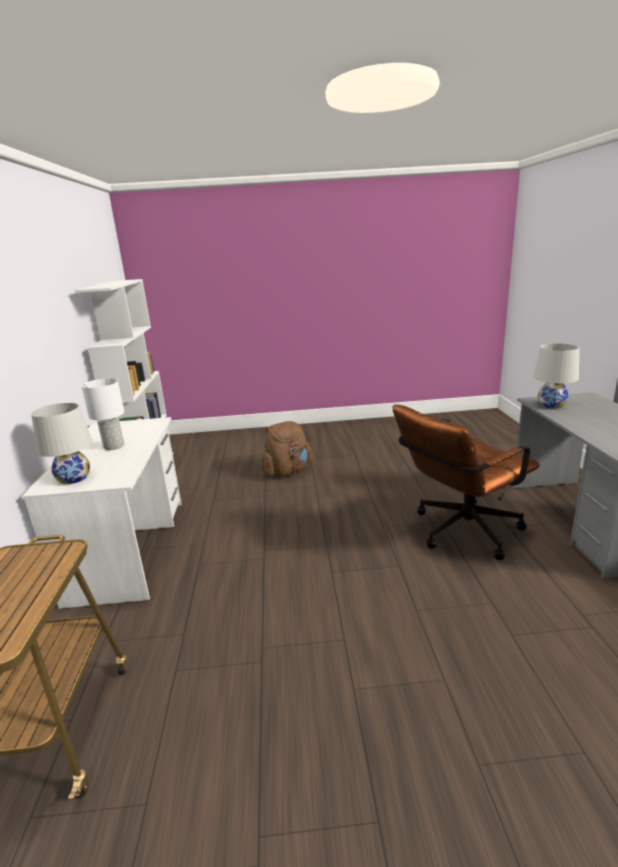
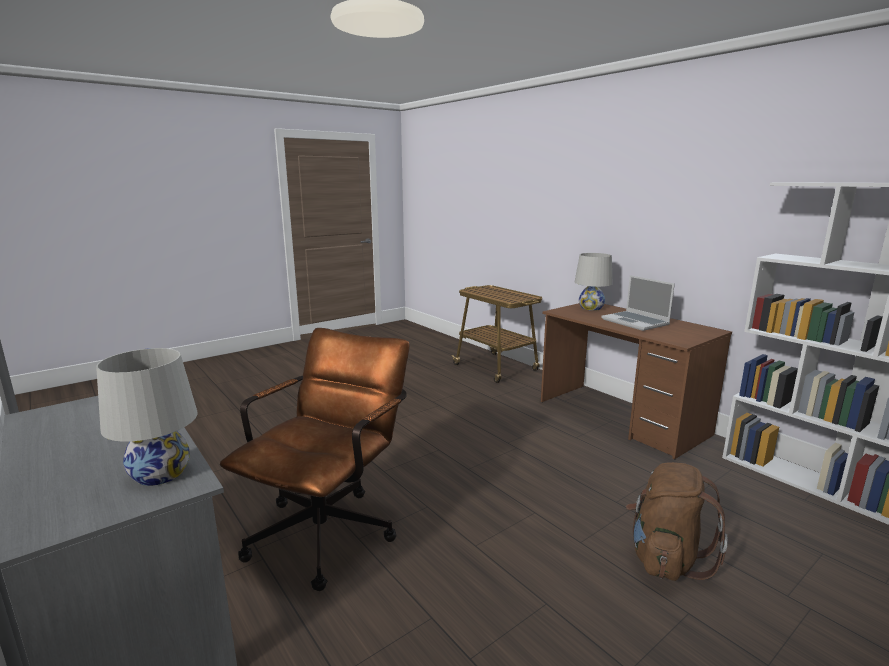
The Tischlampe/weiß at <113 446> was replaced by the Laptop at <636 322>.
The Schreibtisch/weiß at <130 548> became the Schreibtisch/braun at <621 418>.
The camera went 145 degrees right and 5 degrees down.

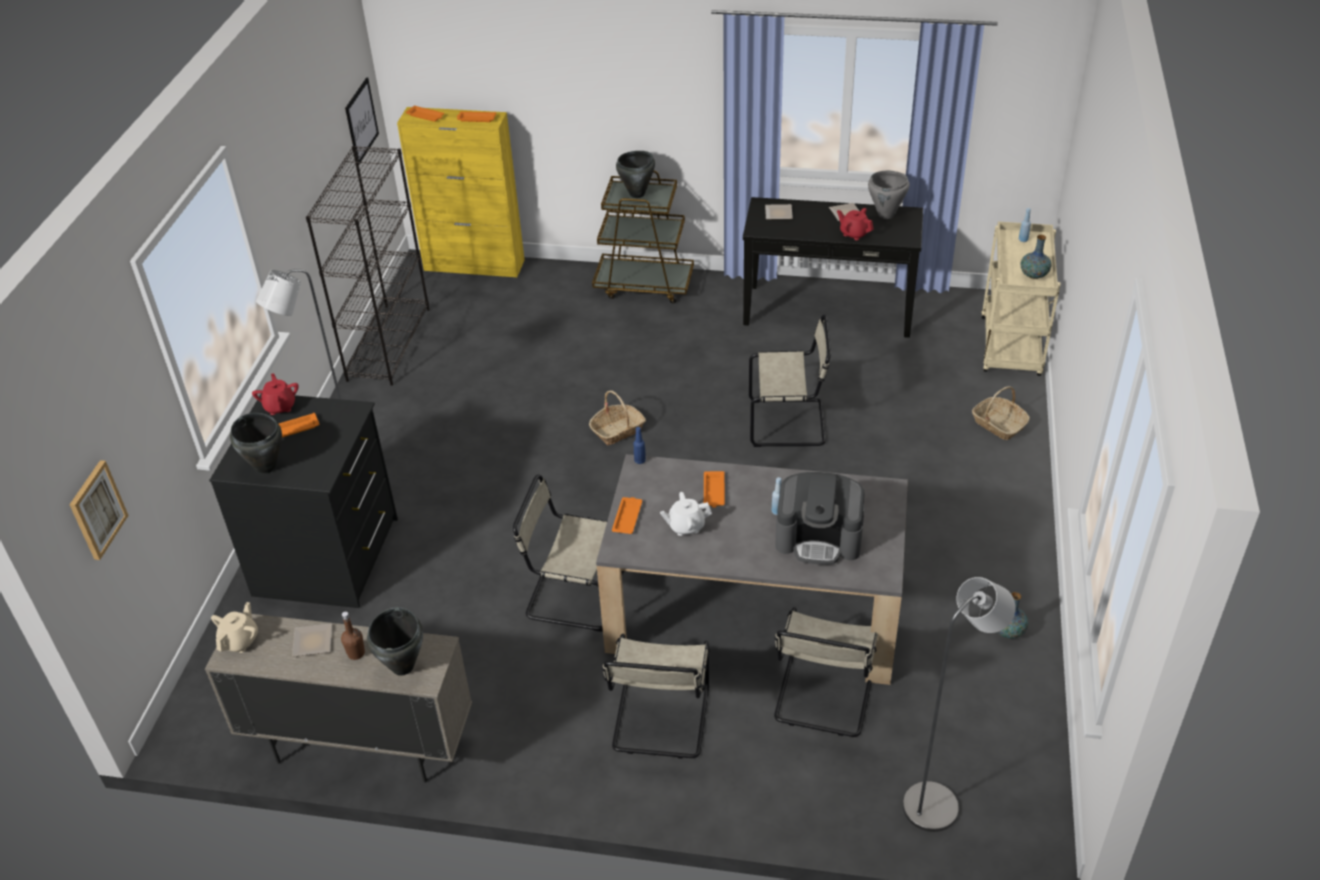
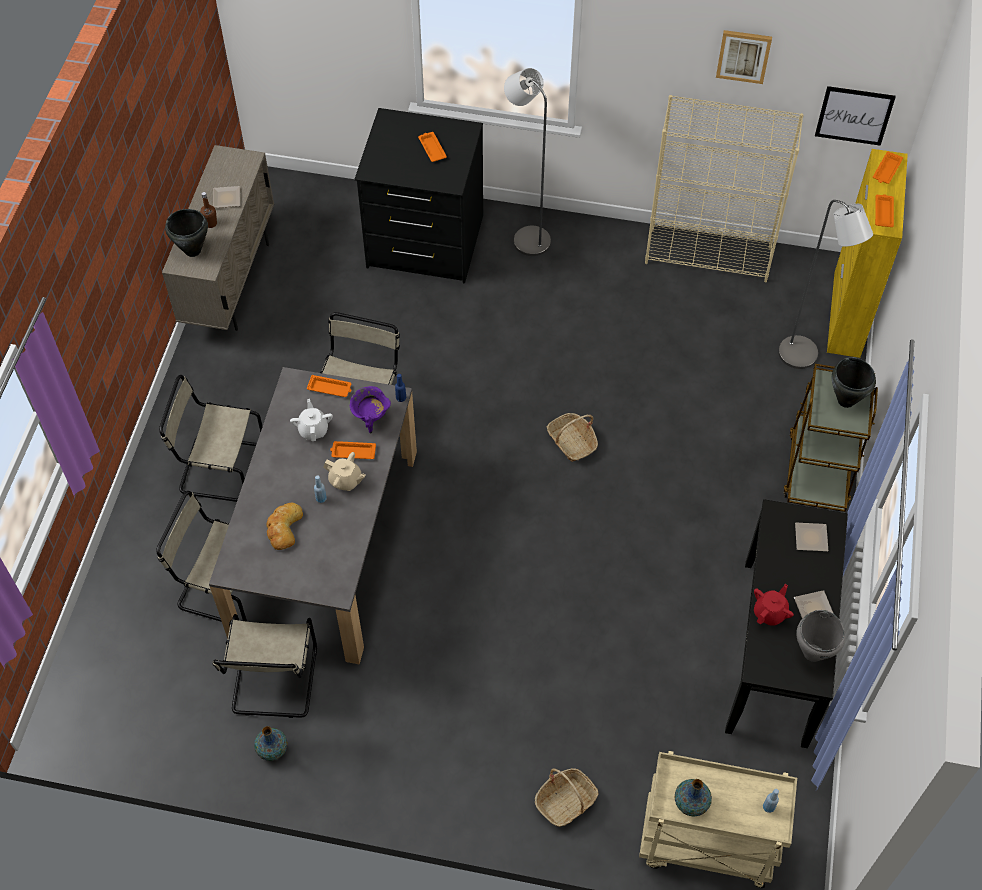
The Bücherregal/schwarz at <388 343> became the Bücherregal/beige at <709 255>.
The Stuhl/beige moved from <790 423> to <274 683>.
The Teekanne/rot at <280 406> disappeared.
The Kochtopf/schwarz at <266 466> disappeared.
The Bild moved from <97 510> to <743 55>.
The Kaffeemaschine at <819 538> was replaced by the Brot at <283 528>.
The Stehlampe/grau moved from <938 801> to <803 358>.
The Teekanne/beige moved from <240 641> to <345 480>.
The Kochtopf/lila at <371 418> appeared.
The camera went 90 degrees right and 15 degrees up.

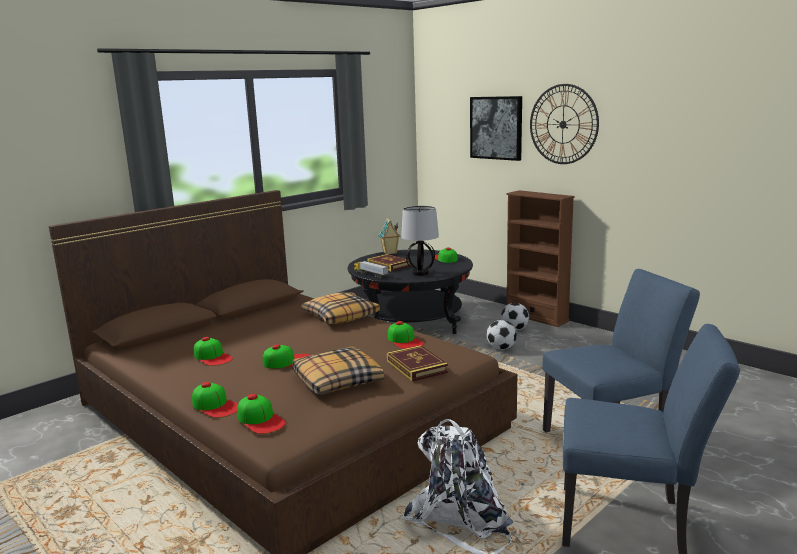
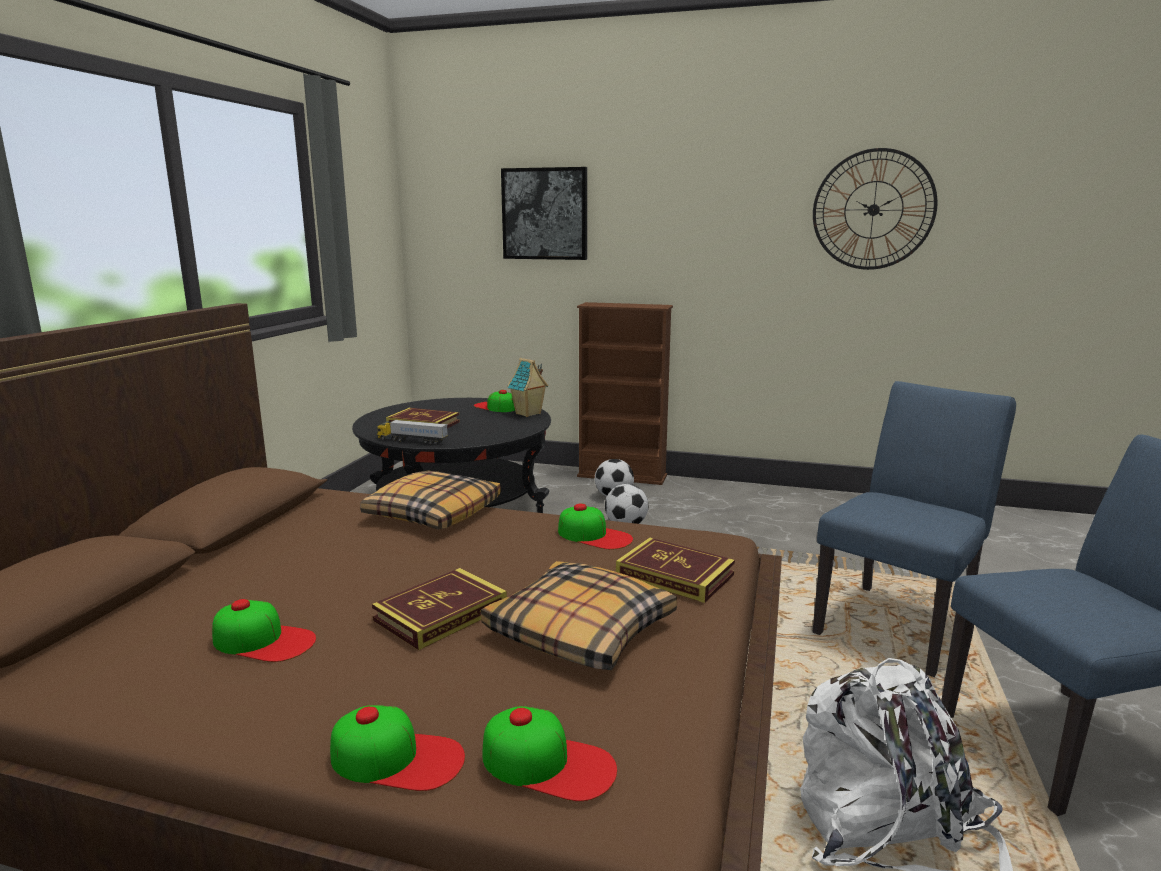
The Wanduhr moved from <563 124> to <873 210>.
The Tischlampe at <421 273> disappeared.
The Spielzeughaus moved from <389 253> to <528 414>.
The Kappe at <288 361> was replaced by the Buch at <441 614>.
The camera went 30 degrees left and 0 degrees up.

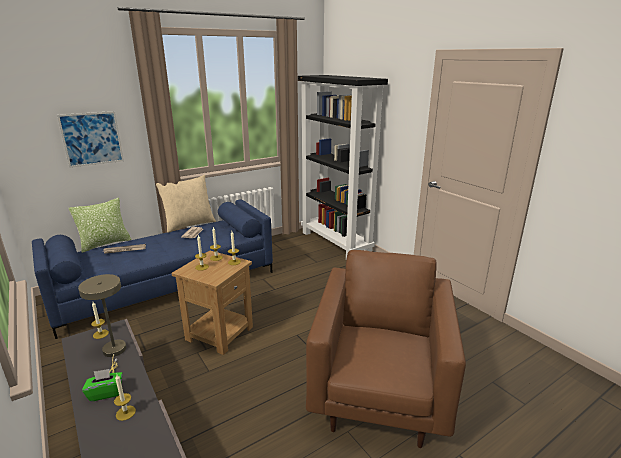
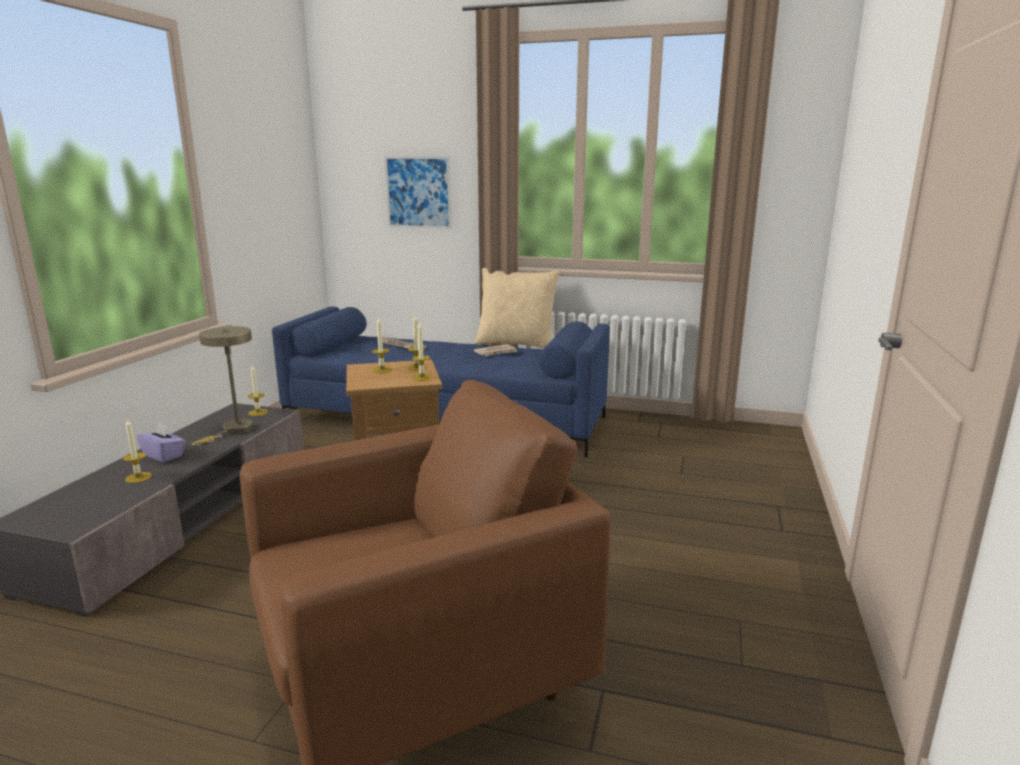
The Bücherregal/schwarz at <336 243> disappeared.
The Kissen at <105 244> disappeared.
The Taschentuchbox/grün at <106 392> became the Taschentuchbox/lila at <164 455>.
The camera went 50 degrees right and 5 degrees down.

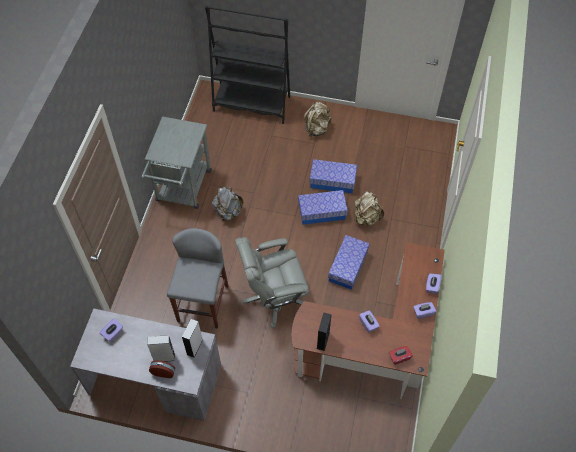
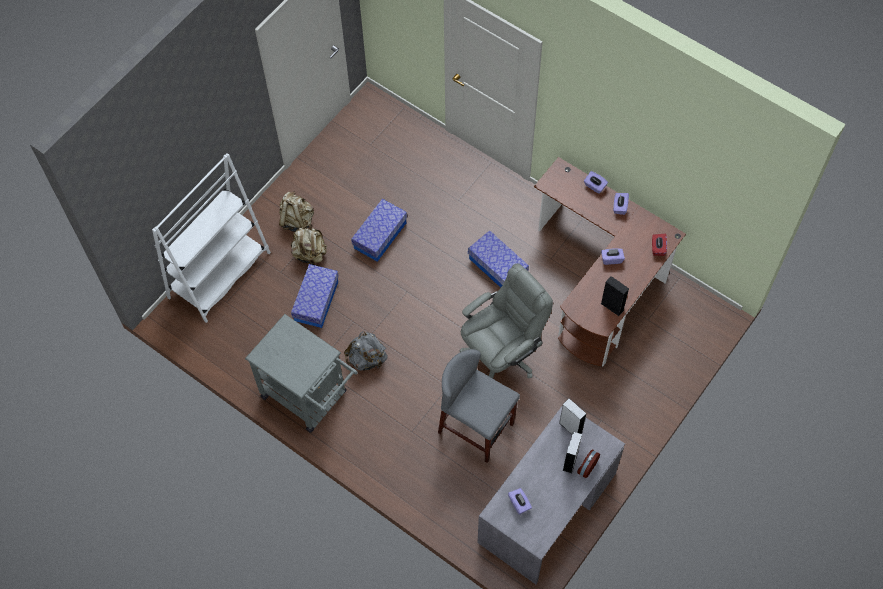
The Bücherregal/schwarz at <251 104> became the Bücherregal/weiß at <219 275>.
The Aufbewahrungsbox moved from <322 212> to <316 301>.
The Rucksack/beige moved from <366 217> to <310 254>.
The Bürostuhl/grau at <274 298> turned 135 degrees counterclockwise.
The camera went 65 degrees left and 5 degrees up.

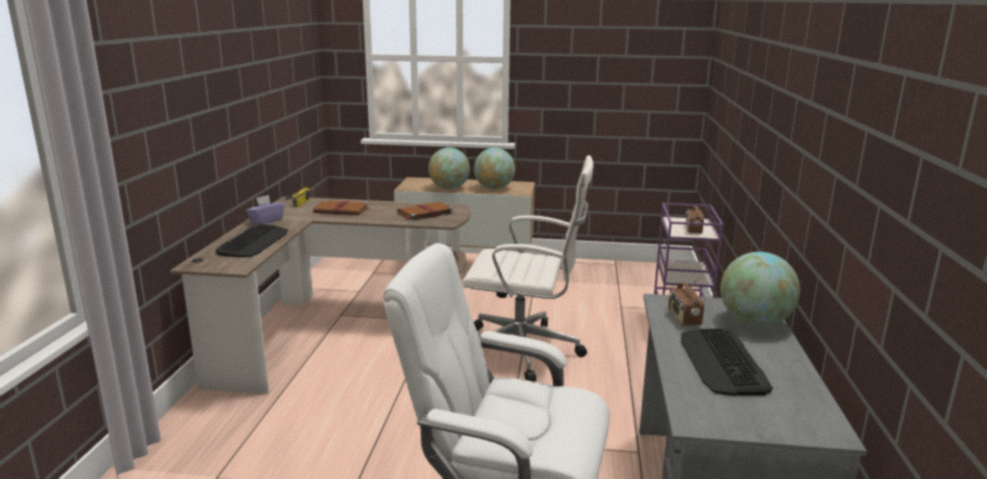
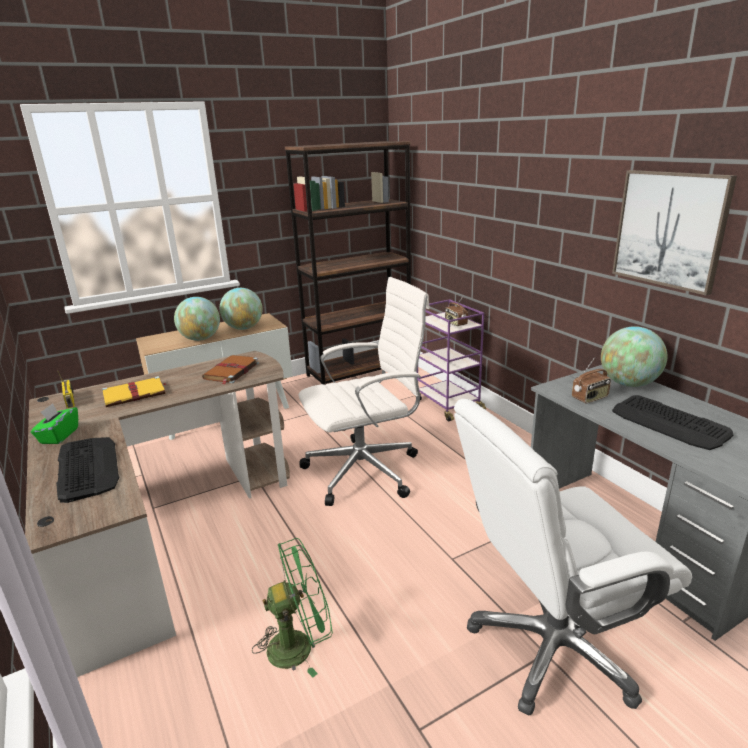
The Taschentuchbox/lila at <266 221> became the Taschentuchbox/grün at <59 436>.
The Buch/braun at <342 210> became the Buch/gelb at <135 394>.
The Radio at <683 319> turned 75 degrees counterclockwise.
The Bücherregal/braun at <359 371> appeared.
The Bild at <670 229> appeared.
The Ventilator/grün at <299 644> appeared.
The camera went 35 degrees left and 5 degrees up.

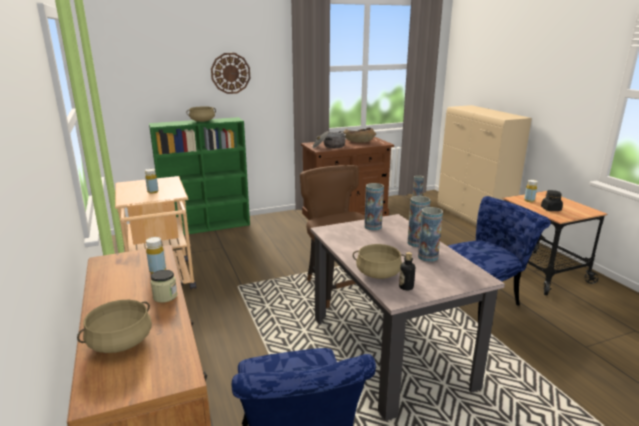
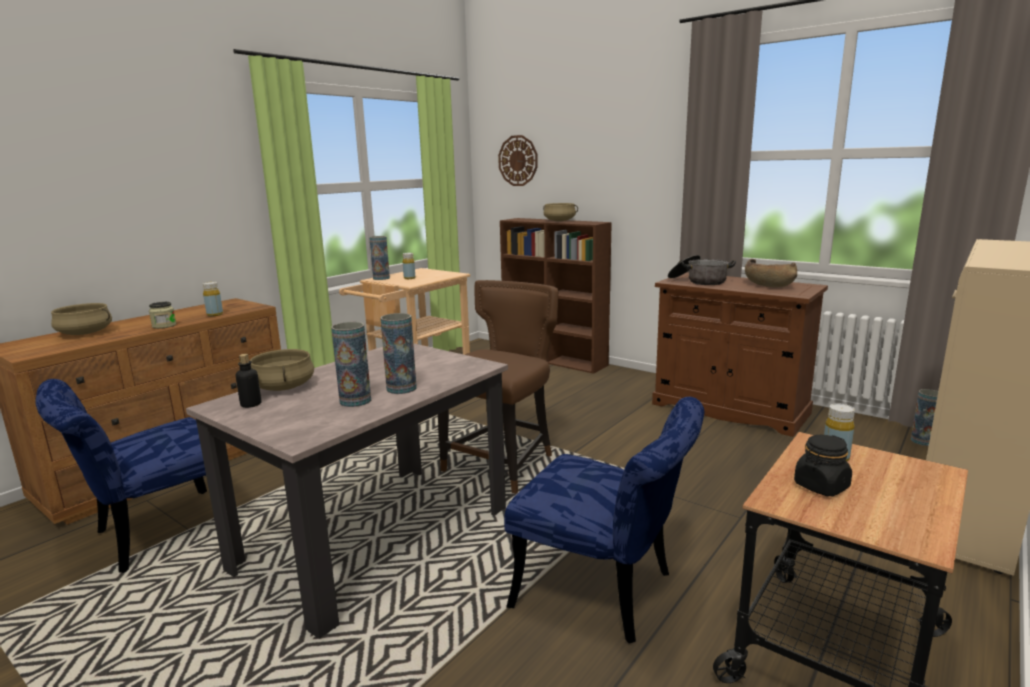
The Wanduhr moved from <230 73> to <518 160>.
The Bücherregal/grün at <207 227> became the Bücherregal/braun at <555 360>.
The Vase moved from <373 227> to <381 278>.
The camera went 60 degrees right and 5 degrees down.

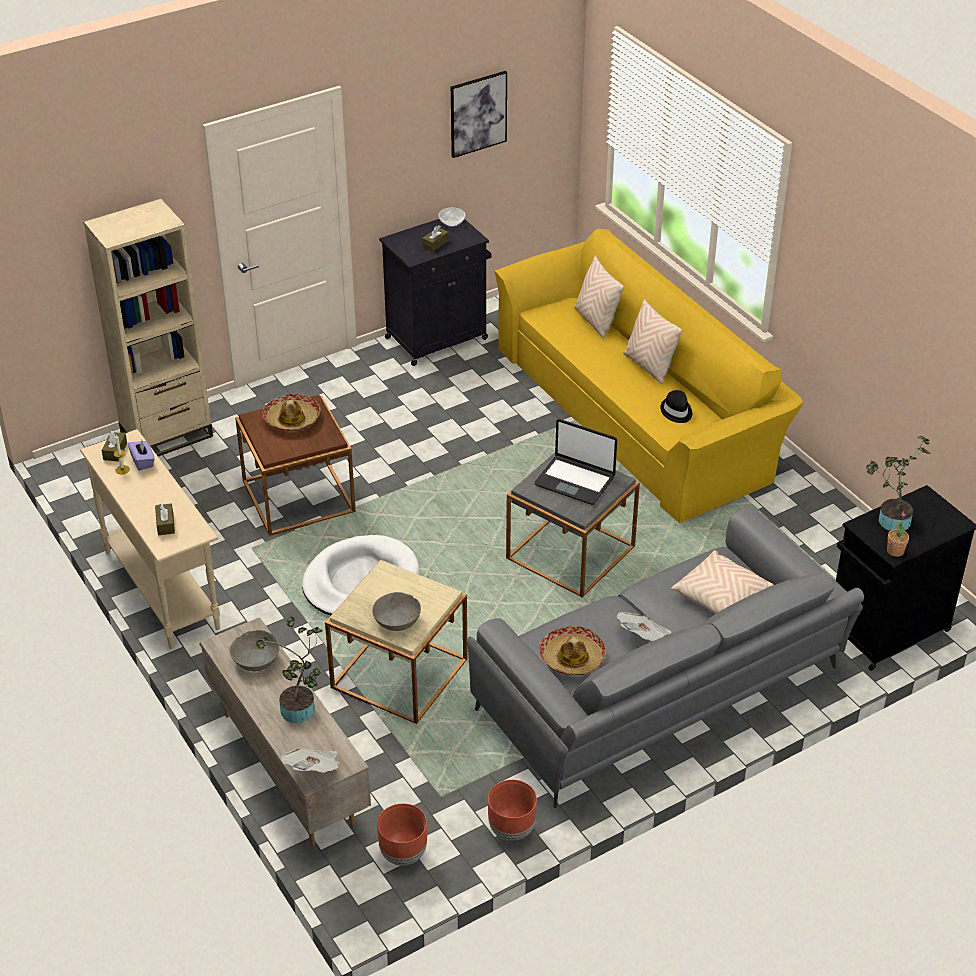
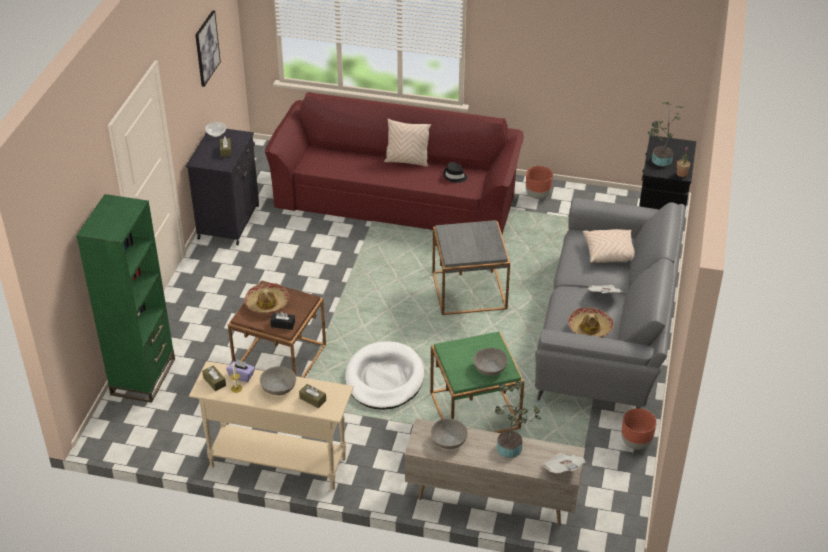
The Bücherregal/beige at <167 435> became the Bücherregal/grün at <143 376>.
The Sofa/gelb at <638 410> became the Sofa/rot at <397 196>.
The Kissen/beige at <596 321> disappeared.
The Laptop at <575 480> disappeared.
The Beistelltisch/beige at <399 673> became the Beistelltisch/grün at <474 410>.
The Pflanzkübel/braun moved from <403 854> to <537 195>.
The Taschentuchbox/schwarz at <283 324> appeared.
The Schüssel/grau at <278 387> appeared.
The camera went 45 degrees left and 0 degrees up.

